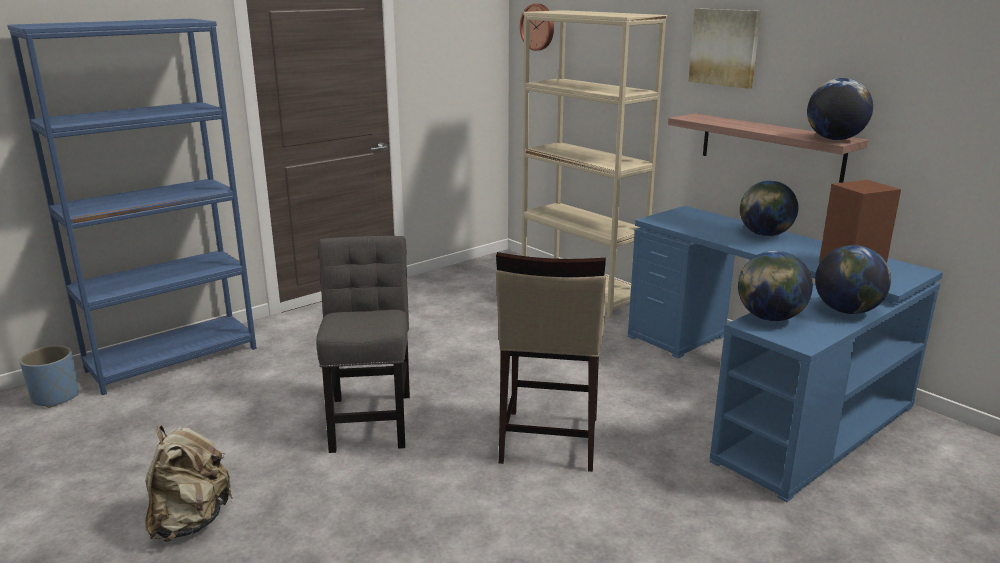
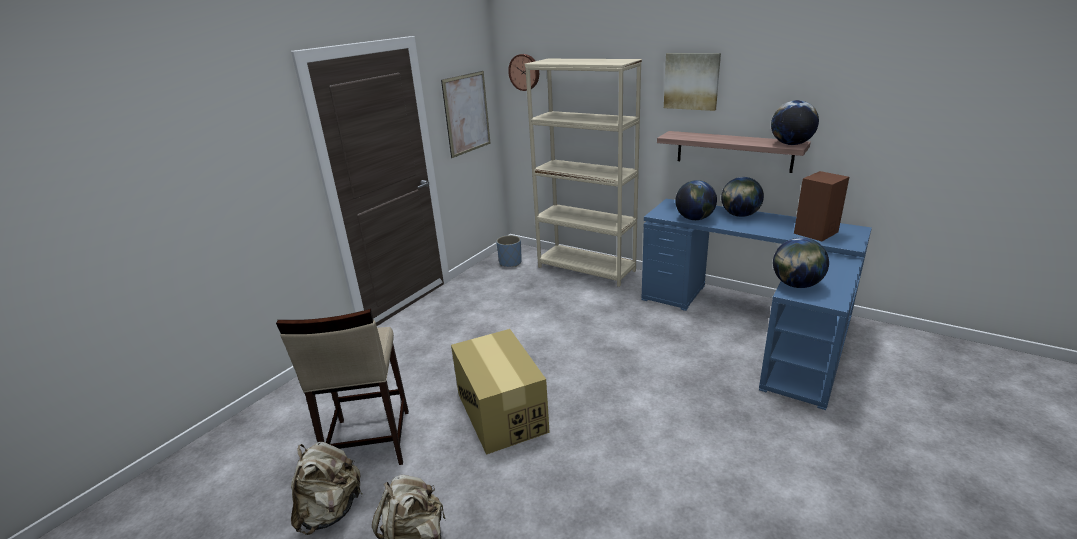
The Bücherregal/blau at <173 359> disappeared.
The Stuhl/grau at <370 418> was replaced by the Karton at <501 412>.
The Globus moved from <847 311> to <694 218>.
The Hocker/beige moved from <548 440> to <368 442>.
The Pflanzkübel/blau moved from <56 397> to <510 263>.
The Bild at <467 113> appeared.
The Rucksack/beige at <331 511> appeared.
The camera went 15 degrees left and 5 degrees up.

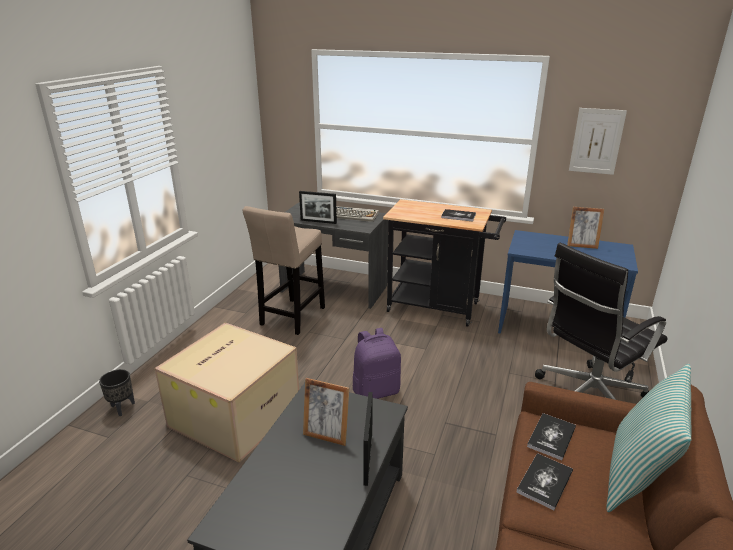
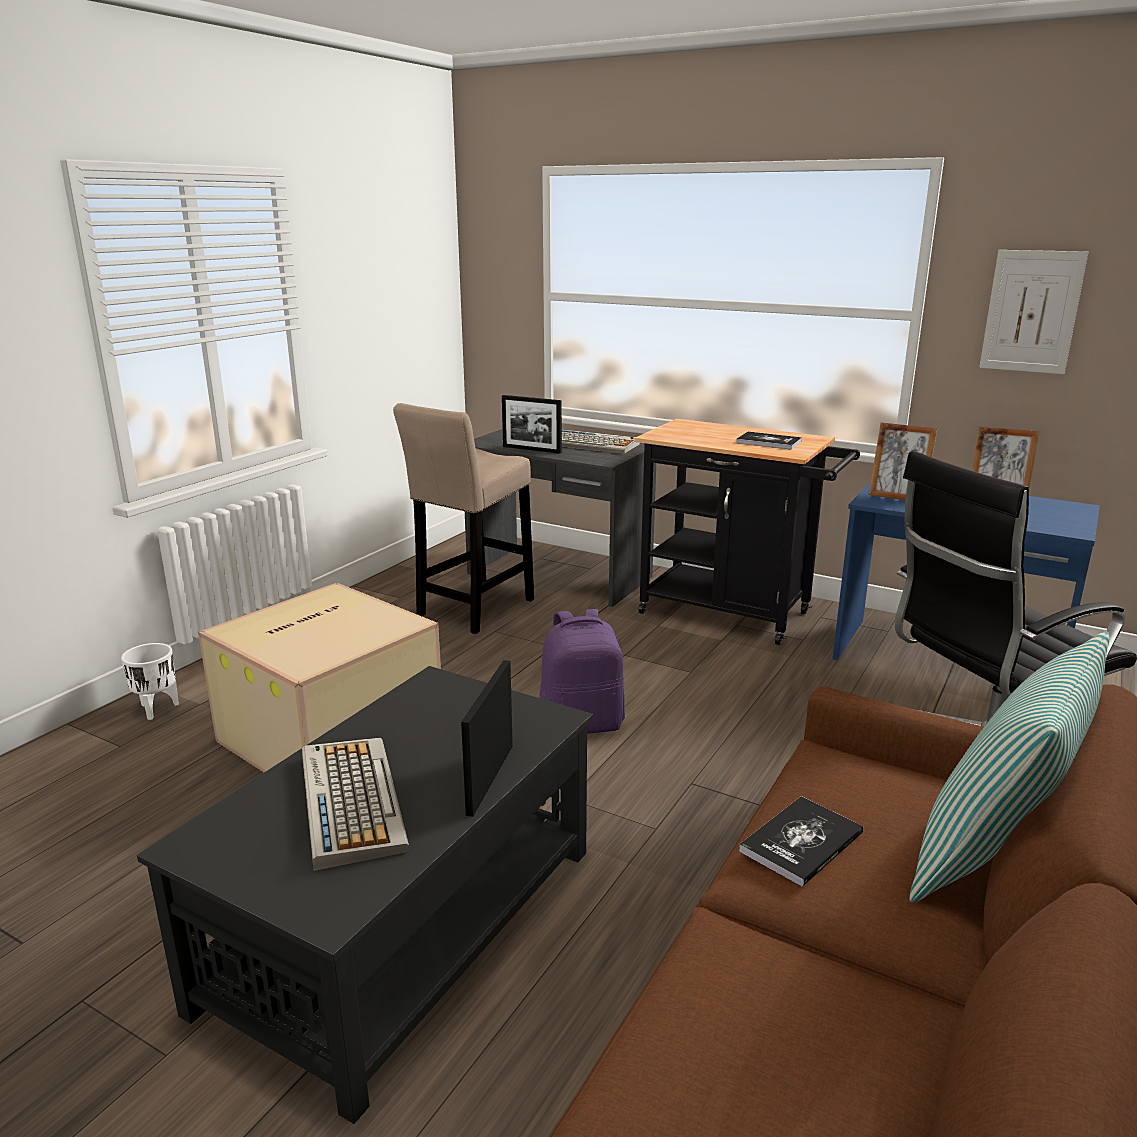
The Pflanzkübel/schwarz at <122 408> became the Pflanzkübel/weiß at <156 709>.
The Bilderrahmen moved from <326 435> to <897 497>.
The Buch at <551 437> disappeared.
The Tastatur at <350 800> appeared.
The camera went 10 degrees right and 5 degrees down.

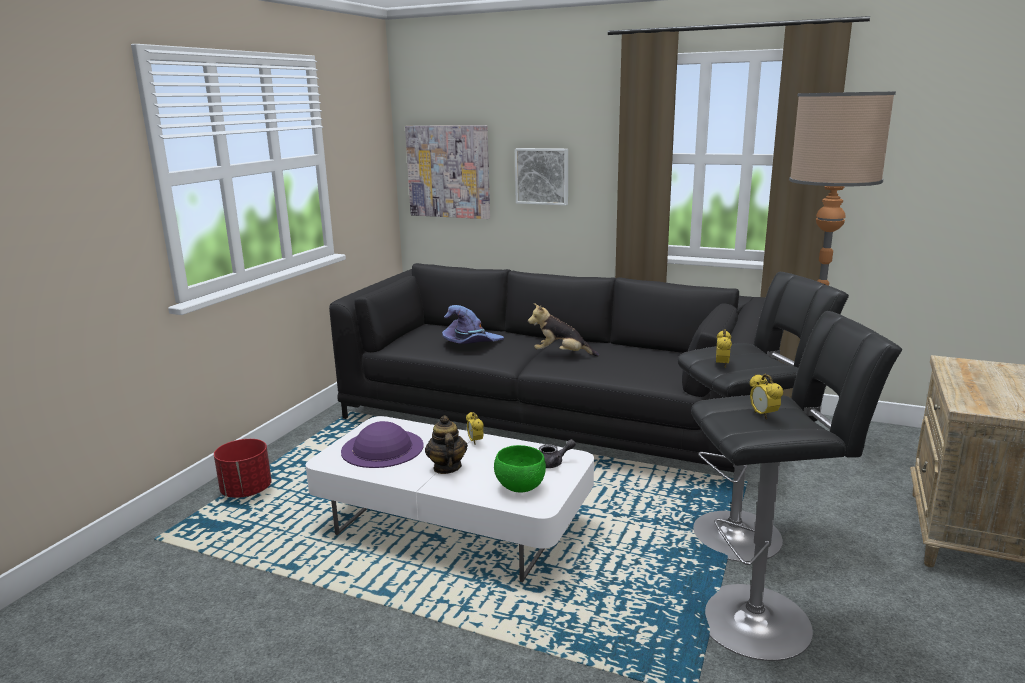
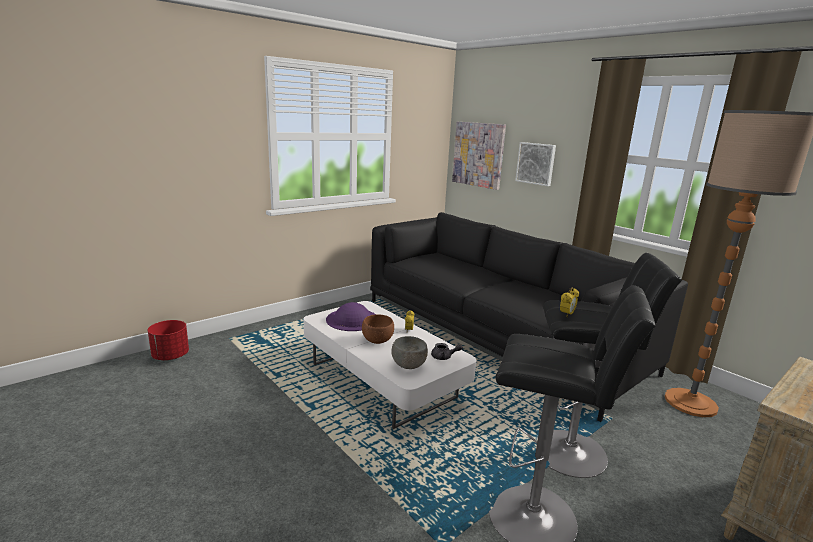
The Plüschtier at <561 354> disappeared.
The Hut/lila at <471 343> disappeared.
The Wecker at <763 415> disappeared.
The Teekanne at <446 467> was replaced by the Schüssel/braun at <377 341>.
The Pflanzkübel/rot moved from <246 491> to <170 356>.
The Schüssel/grün at <520 488> became the Schüssel/grau at <408 366>.
The camera went 25 degrees right and 0 degrees up.

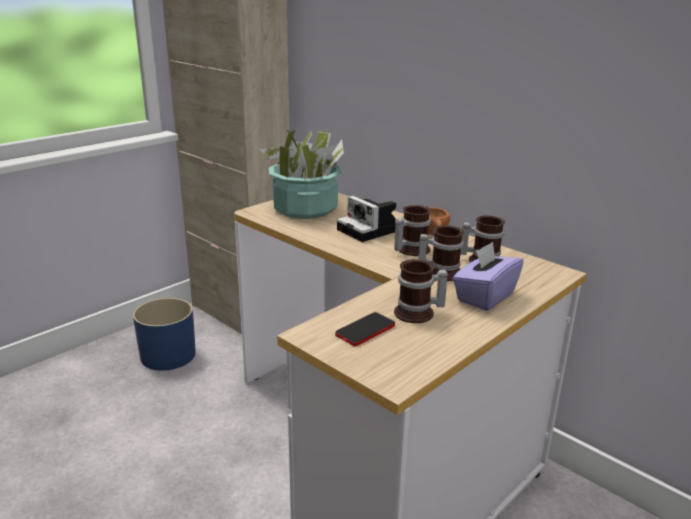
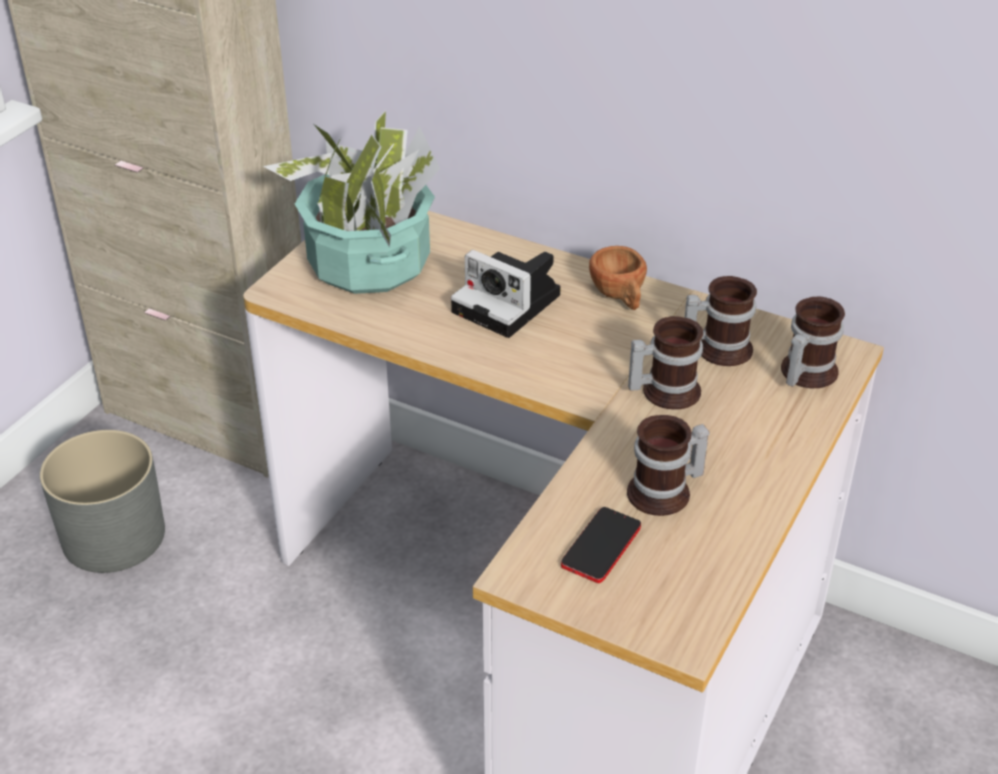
The Henkelbecher moved from <410 250> to <803 373>.
The Taschentuchbox/lila at <484 296> disappeared.
The Pflanzkübel/blau at <168 355> became the Pflanzkübel/grau at <114 535>.
The camera went 15 degrees left and 15 degrees up.

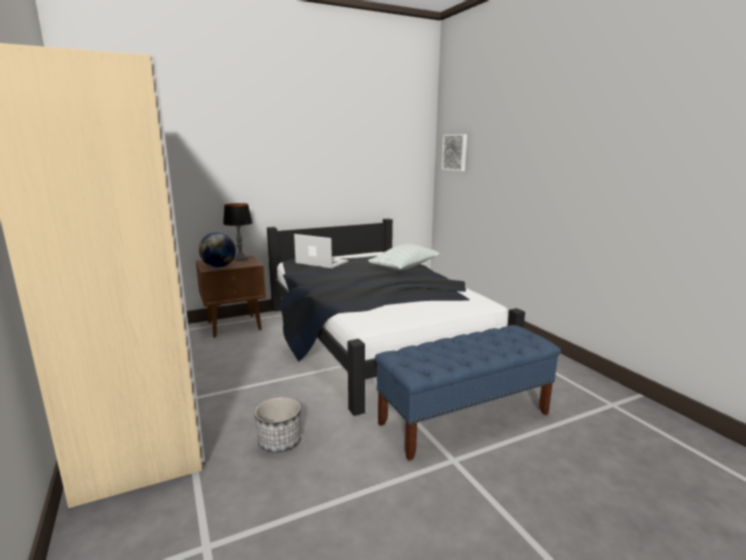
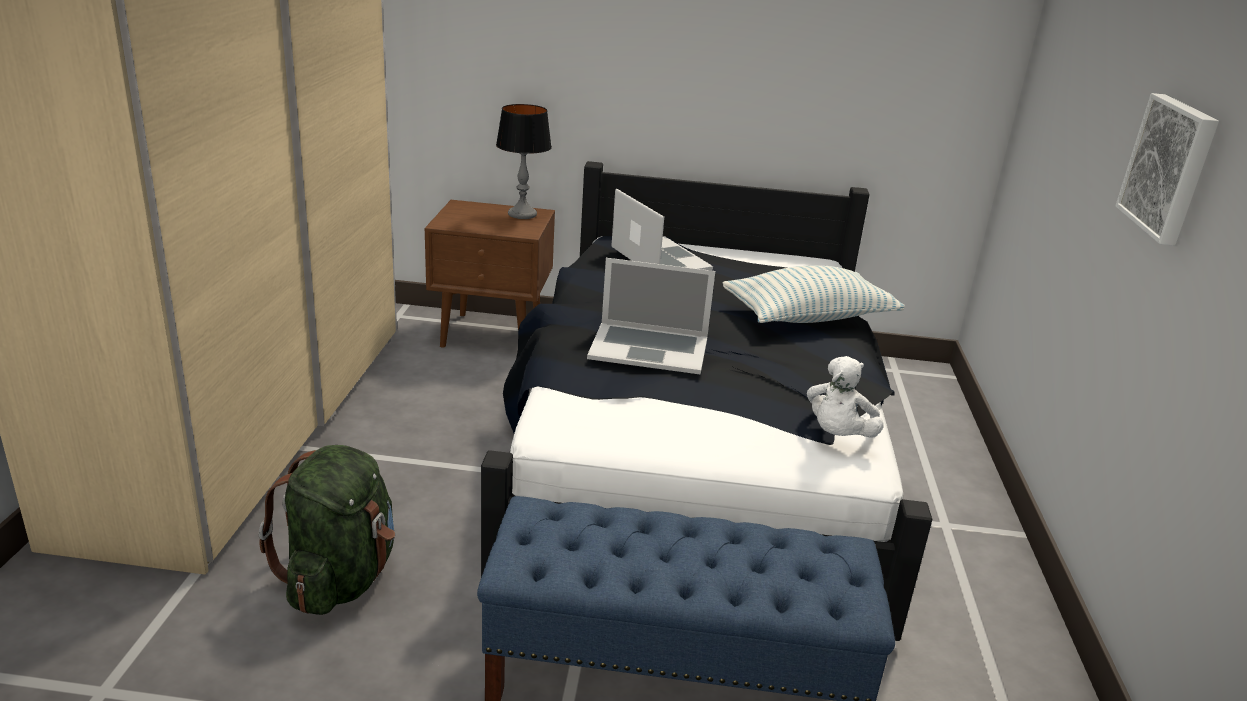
The Bild moved from <455 152> to <1170 167>.
The Globus at <219 266> disappeared.
The Pflanzkübel at <279 441> was replaced by the Rucksack/grün at <341 578>.
The Laptop at <649 348> appeared.
The Plüschtier/weiß at <838 435> appeared.
The camera went 30 degrees right and 10 degrees up.

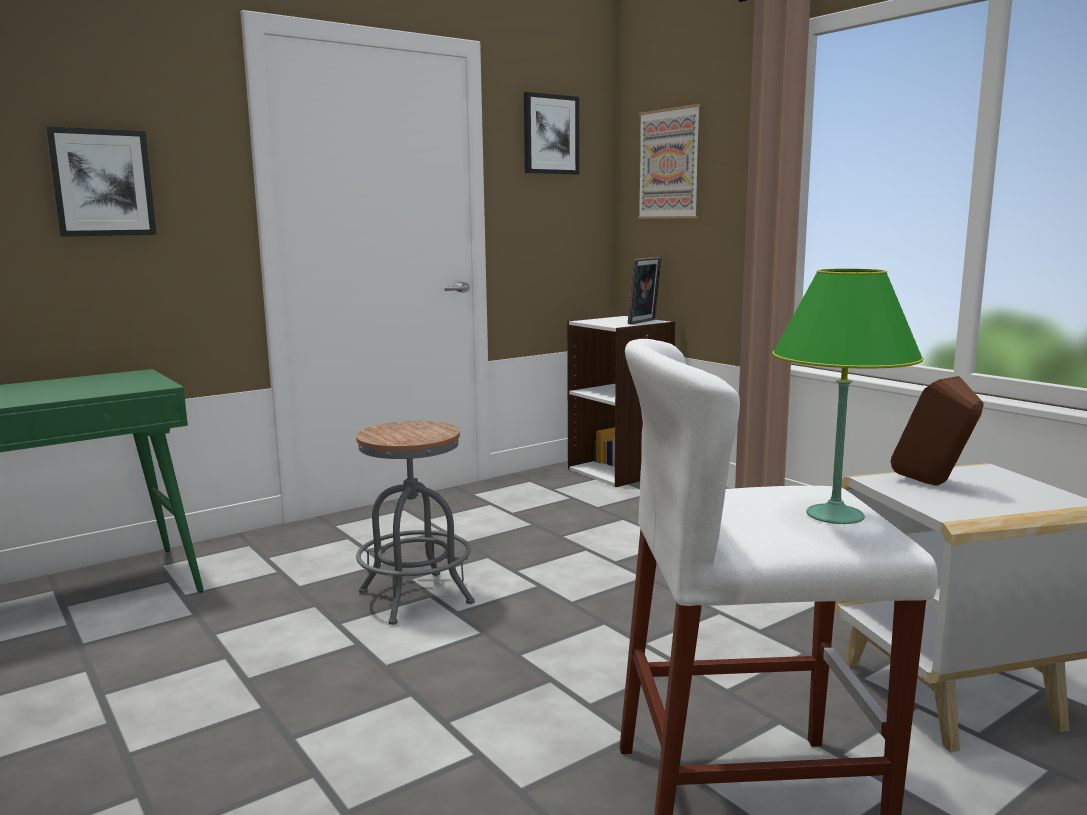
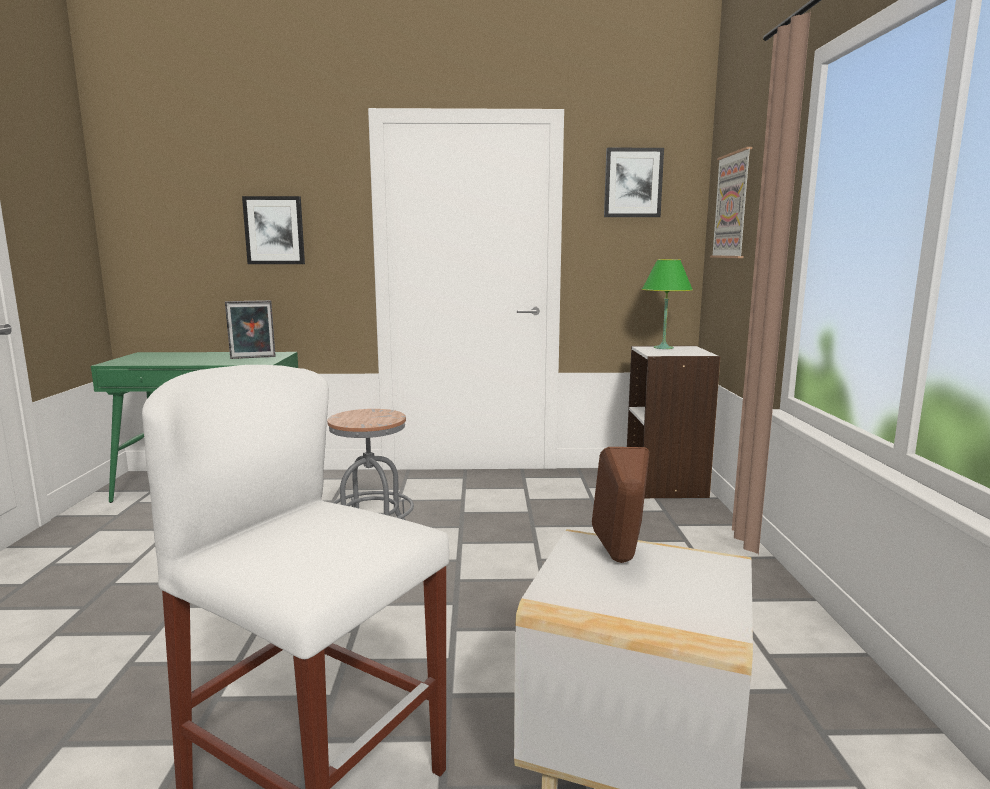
The Bilderrahmen moved from <644 322> to <253 358>.
The Tischlampe/grün moved from <834 515> to <663 348>.
The camera went 35 degrees right and 0 degrees up.

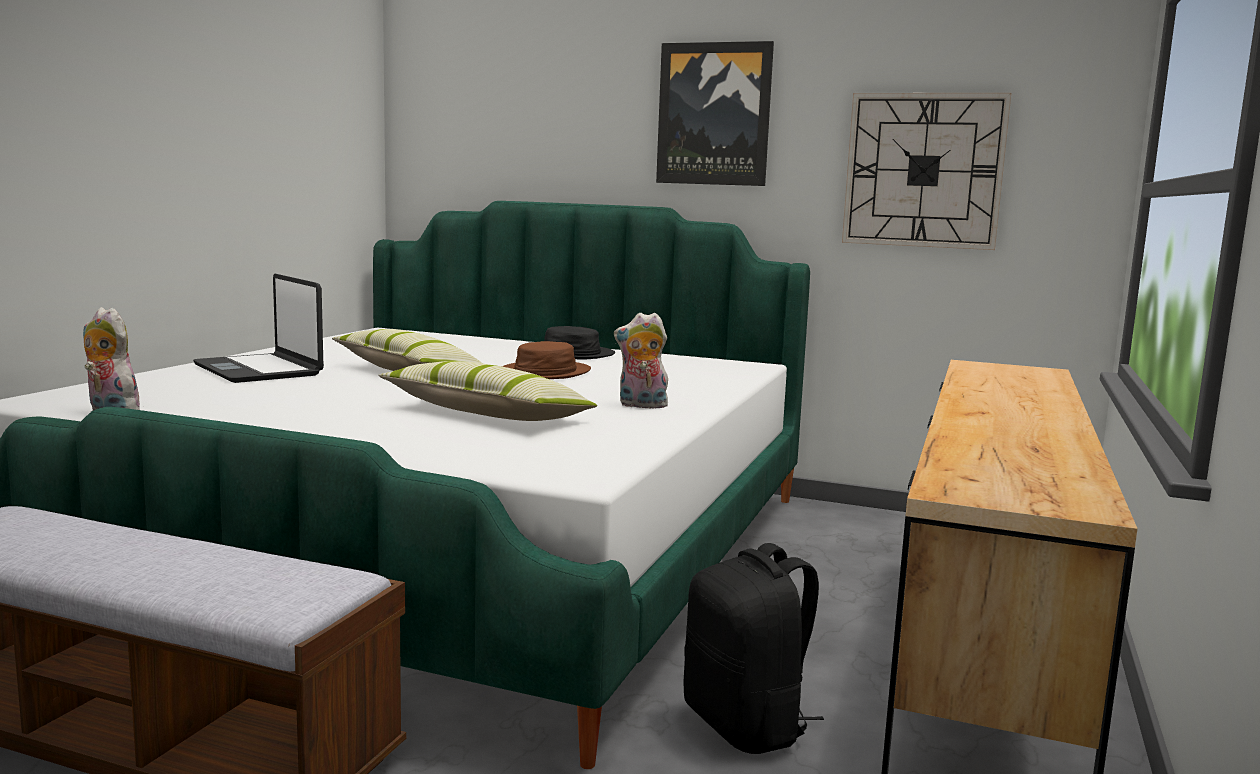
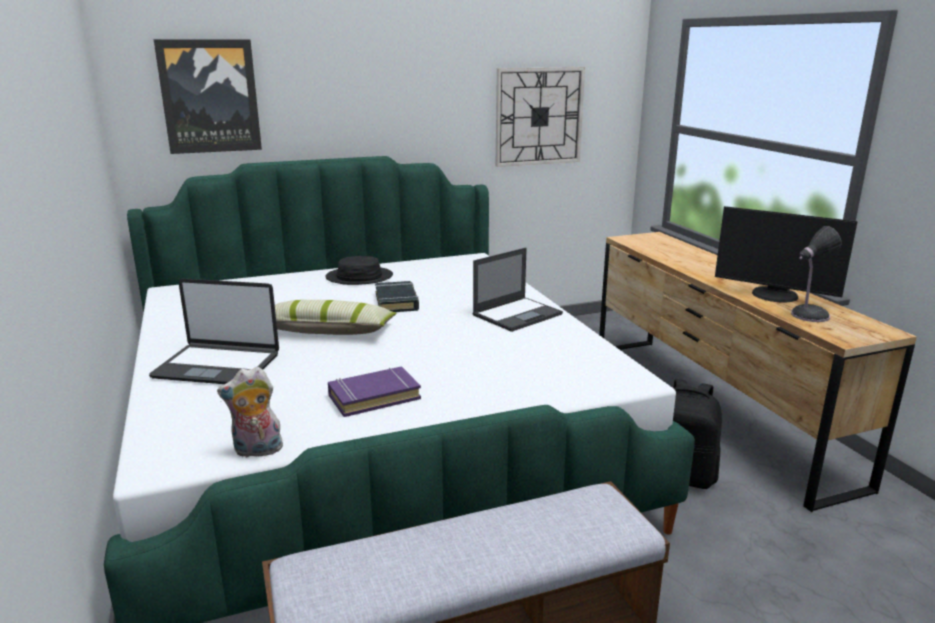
The Bild moved from <714 114> to <210 96>.
The Plüschtier at <641 406> was replaced by the Laptop at <518 314>.
The Hut/braun at <545 372> was replaced by the Buch/schwarz at <397 301>.
The Kissen at <487 414> disappeared.
The Monitor at <774 296> appeared.
The Tischlampe at <807 315> appeared.
The Buch/lila at <374 397> appeared.
The camera went 40 degrees left and 10 degrees up.

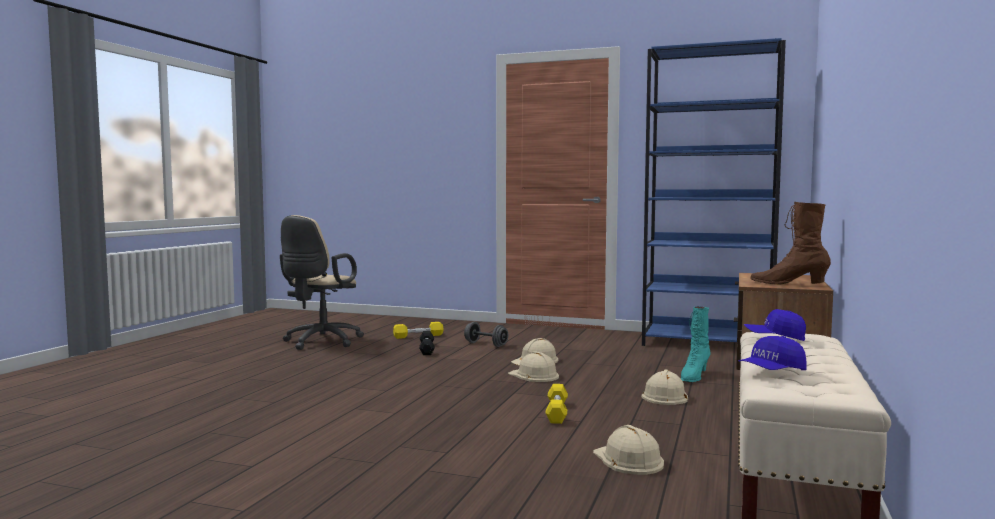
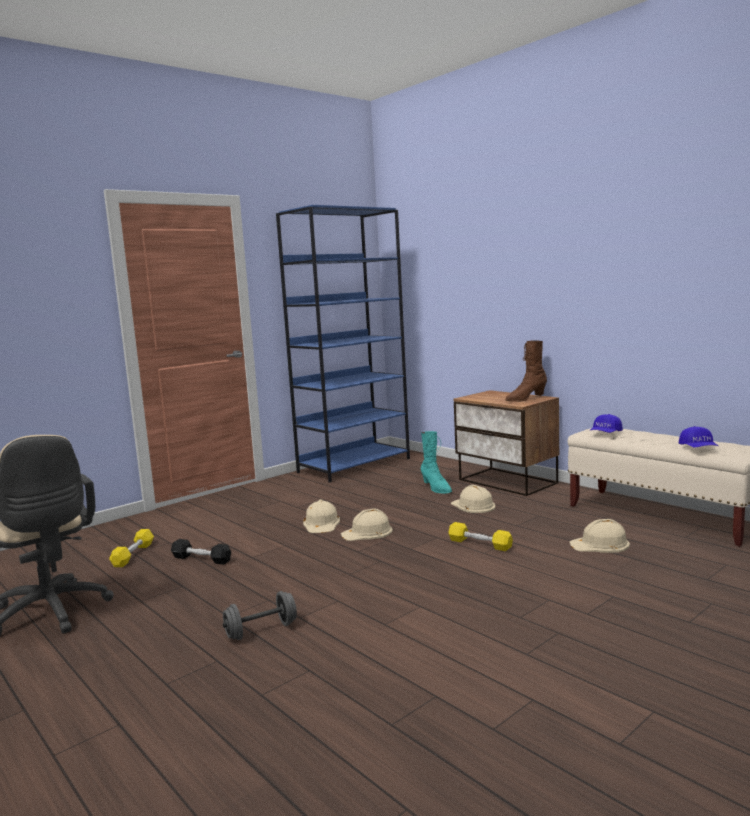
The Hantel/grau moved from <486 344> to <261 631>.
The camera went 60 degrees left and 5 degrees up.

